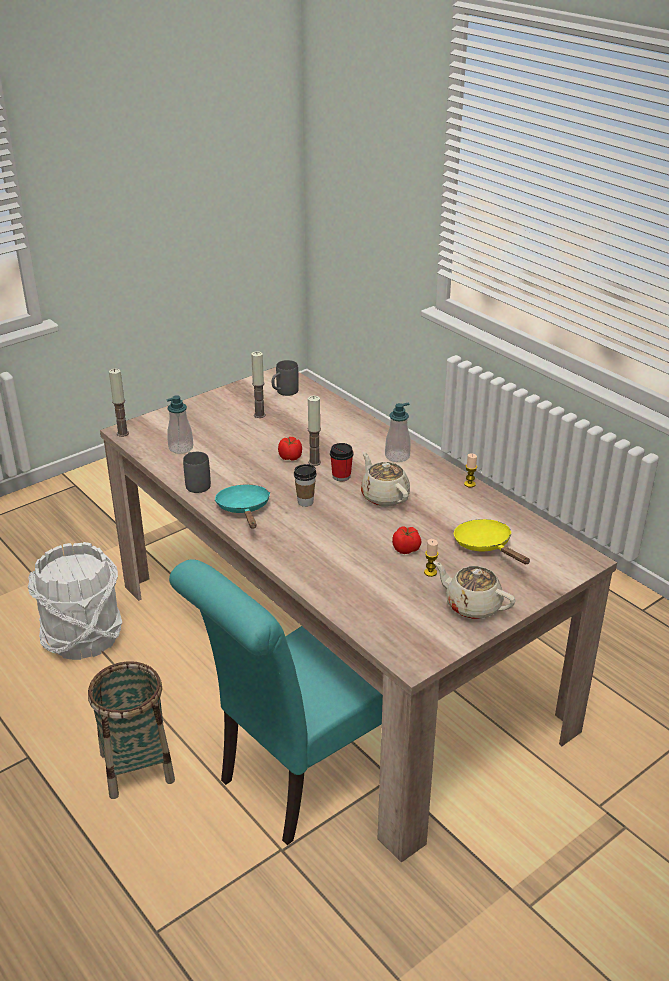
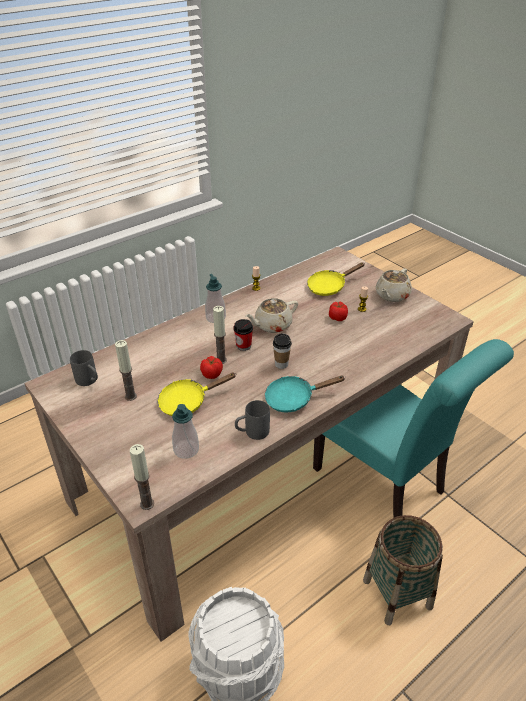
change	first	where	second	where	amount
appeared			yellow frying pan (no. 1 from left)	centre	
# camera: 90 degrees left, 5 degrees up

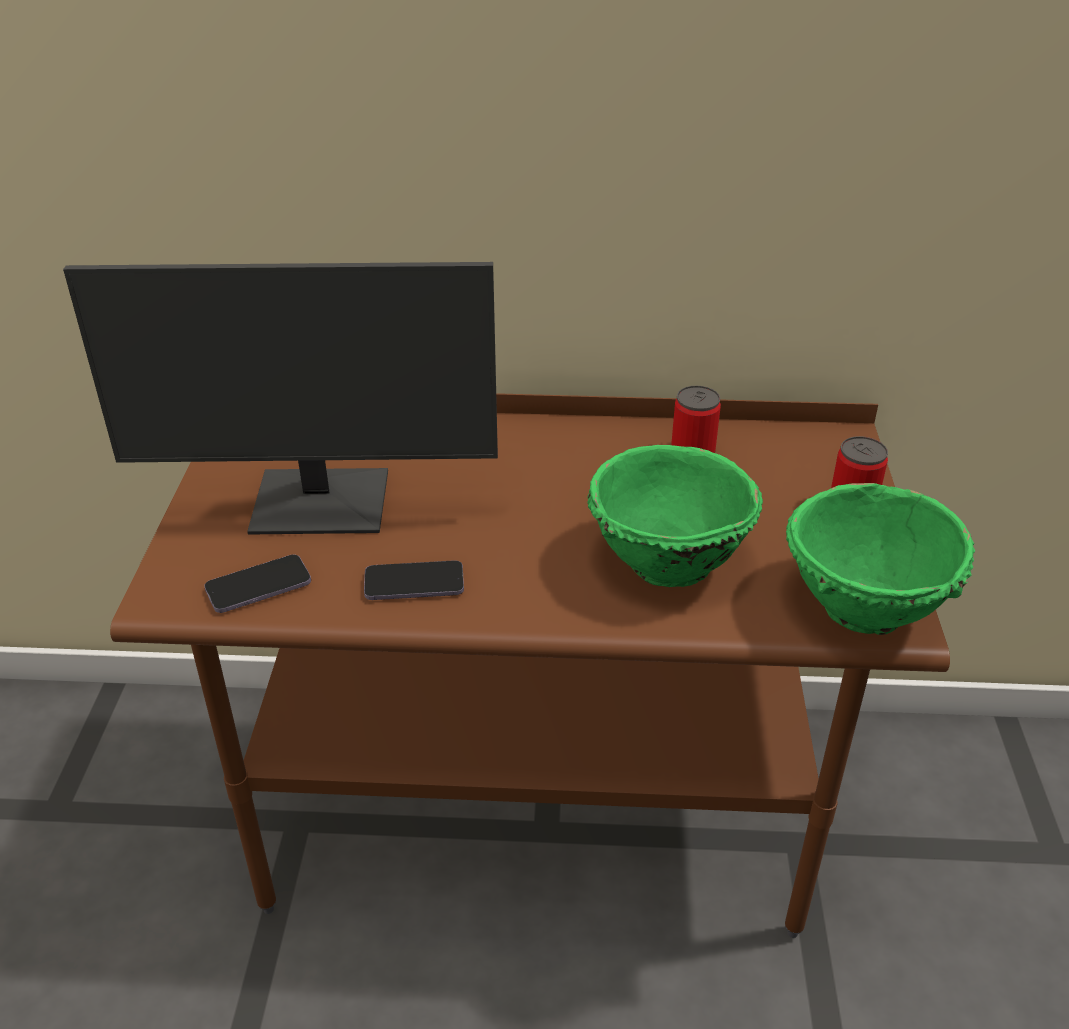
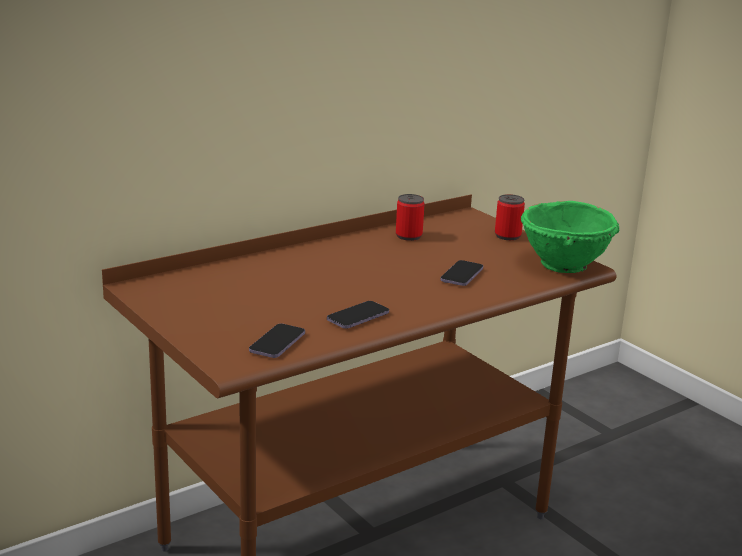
change	first	where	second	where	amount
missing	monitor	middle left			
exchanged	green bowl (no. 1 from left)	centre	phone (no. 3 from left)	centre	
# camera: 40 degrees left, 15 degrees down

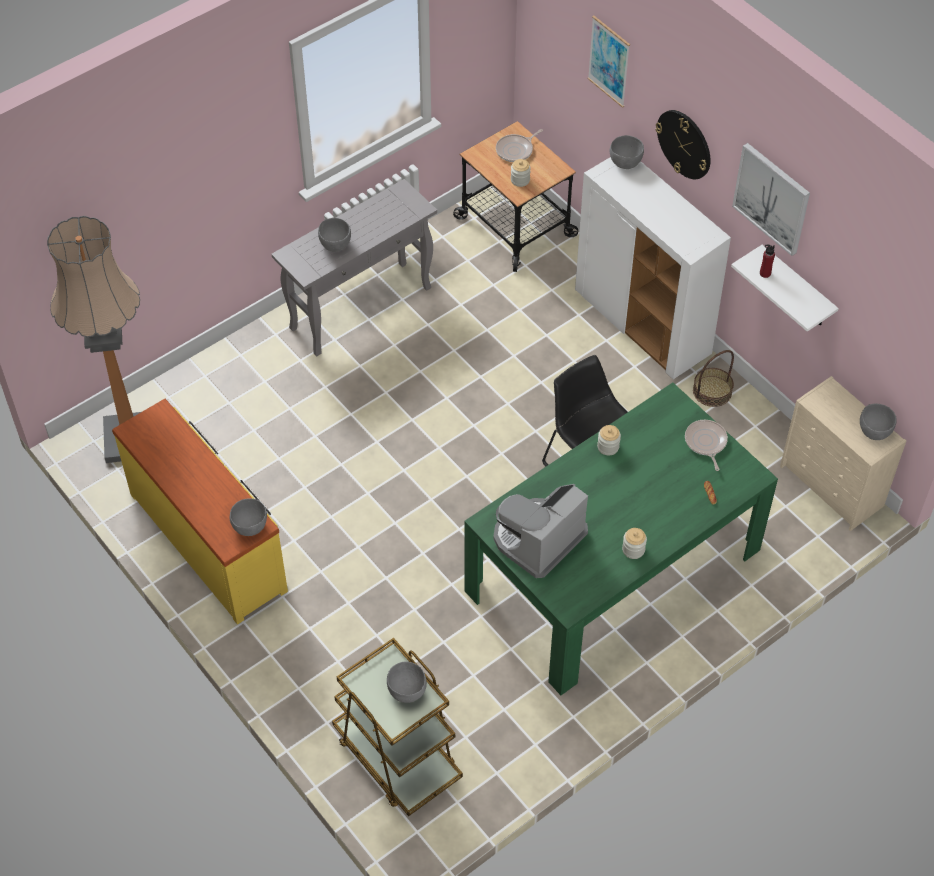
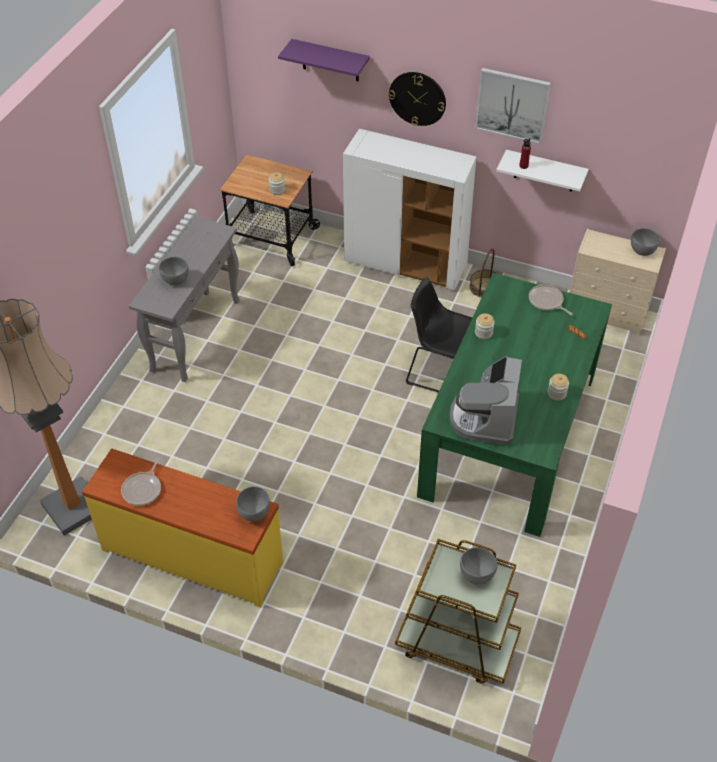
change	first	where	second	where	amount
relocated	frying pan (no. 1 from left)	top centre		middle left	
exchanged	picture (no. 1 from left)	top centre	purple shelf	top centre	
missing	grey bowl (no. 4 from left)	top right			
# camera: 30 degrees left, 5 degrees down

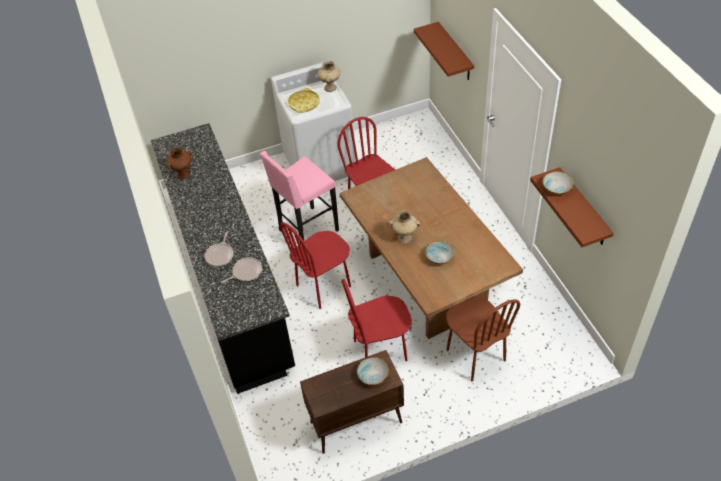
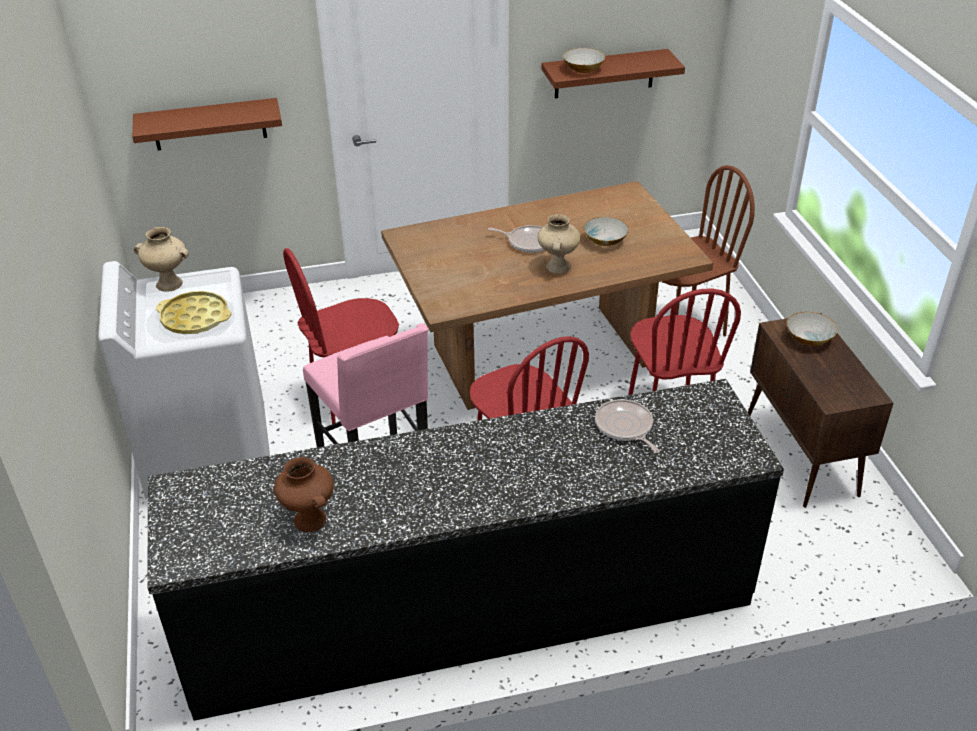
change	first	where	second	where	amount
relocated	frying pan (no. 1 from left)	middle left		top centre	
# camera: 85 degrees left, 10 degrees down

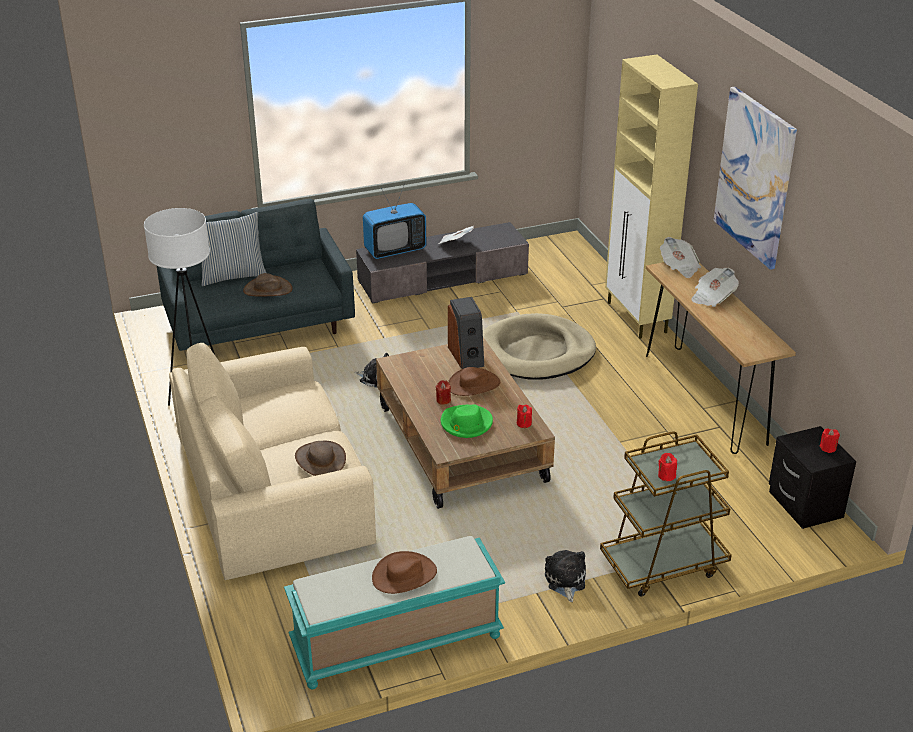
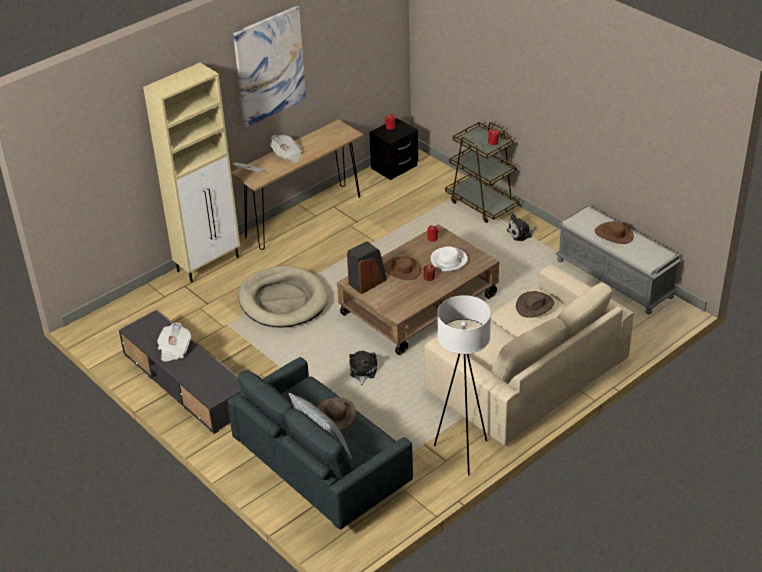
change	first	where	second	where	amount
colour	turquoise bench	bottom centre	grey bench	middle right	
missing	television	top centre			
colour	green hat	centre	white hat	centre	
# camera: 110 degrees left, 5 degrees up

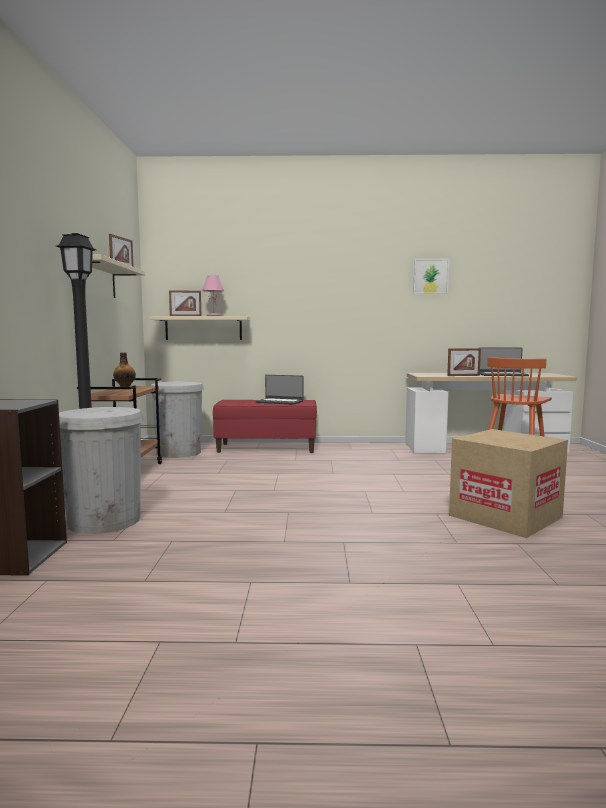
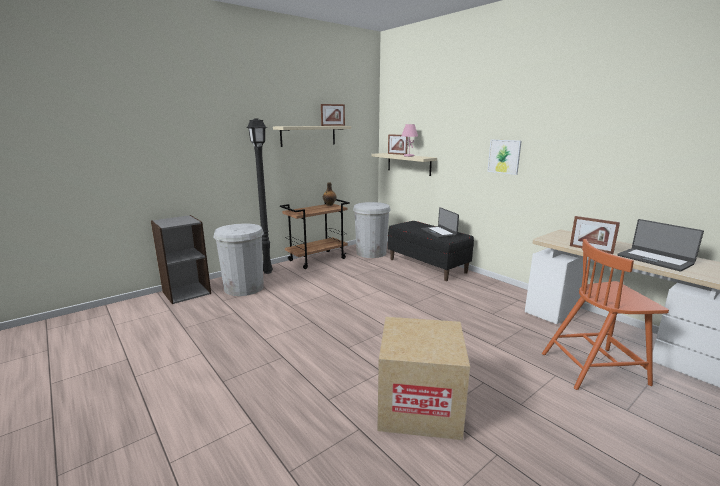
change	first	where	second	where	amount
colour	red bench	centre	black bench	centre	
relocated	picture	middle right		top right	
# camera: 50 degrees right, 10 degrees up

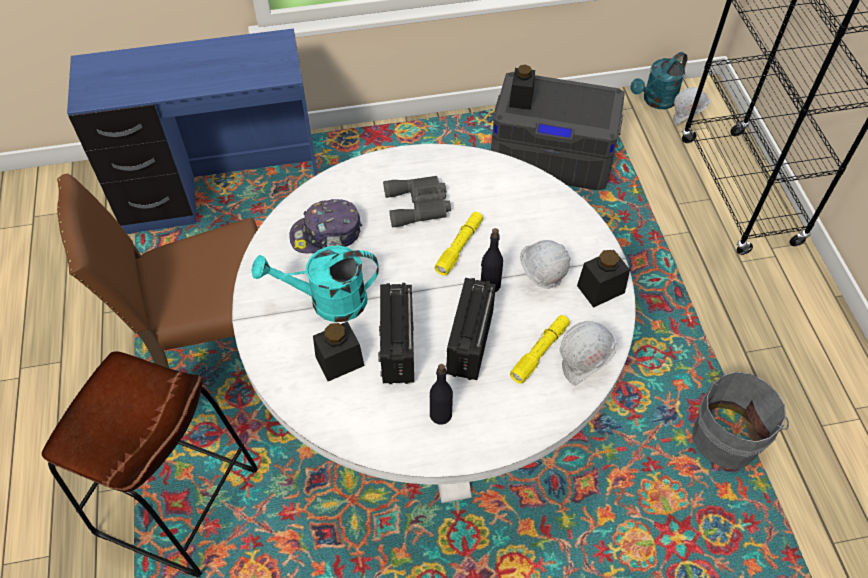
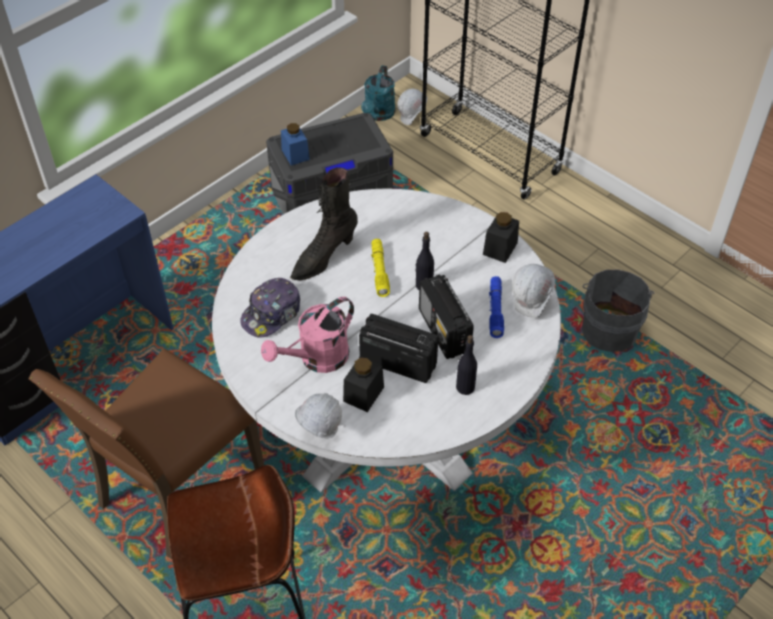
change	first	where	second	where	amount
colour	turquoise watering can (no. 1 from left)	centre	pink watering can	centre	
spun	radio (no. 1 from left)	centre		centre	150 degrees clockwise
exchanged	grey binoculars	centre	black boot	centre	
colour	black jar (no. 2 from left)	top centre	blue jar	top centre	
colour	yellow flashlight (no. 2 from left)	centre	blue flashlight	centre	
relocated	white hard hat (no. 1 from left)	centre		bottom centre	
# camera: 35 degrees left, 5 degrees down

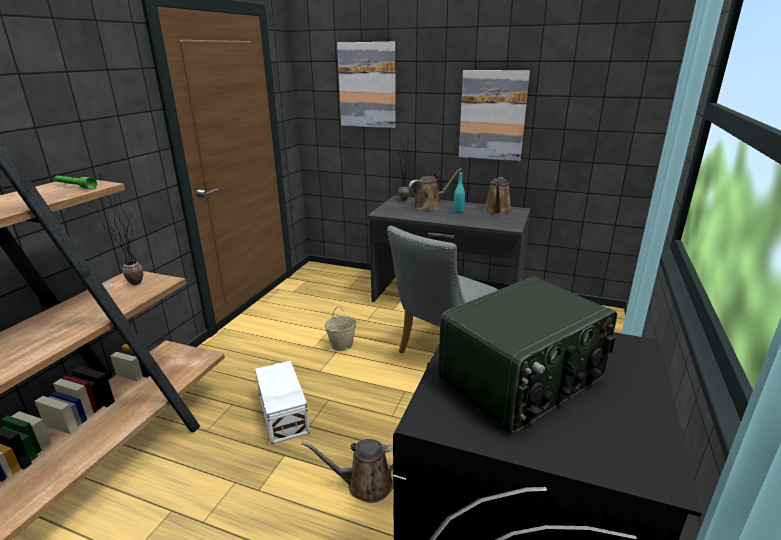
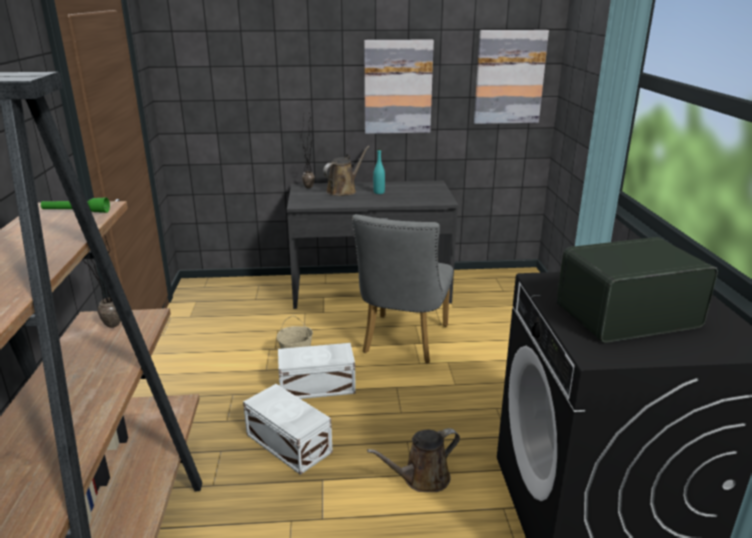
change	first	where	second	where	amount
relocated	picture (no. 1 from left in the first image)	top centre	picture (no. 2 from left)	top right	
spun	radio	middle right		middle right	135 degrees counterclockwise
missing	brown watering can (no. 3 from left)	centre			
appeared			white storage box (no. 2 from left)	bottom centre	
# camera: 25 degrees left, 0 degrees up

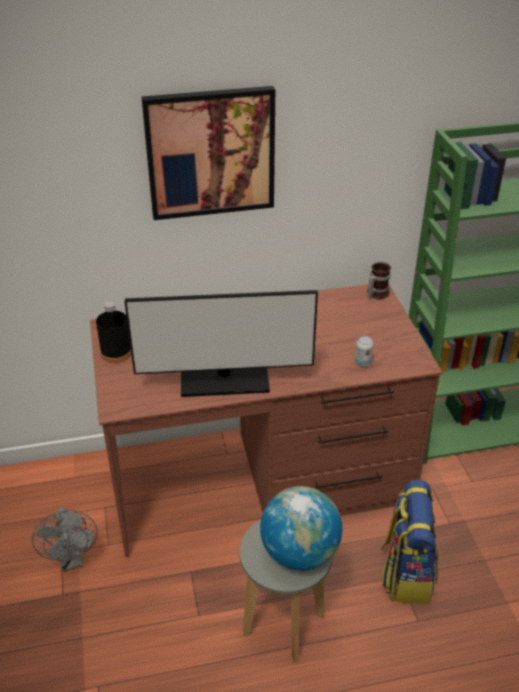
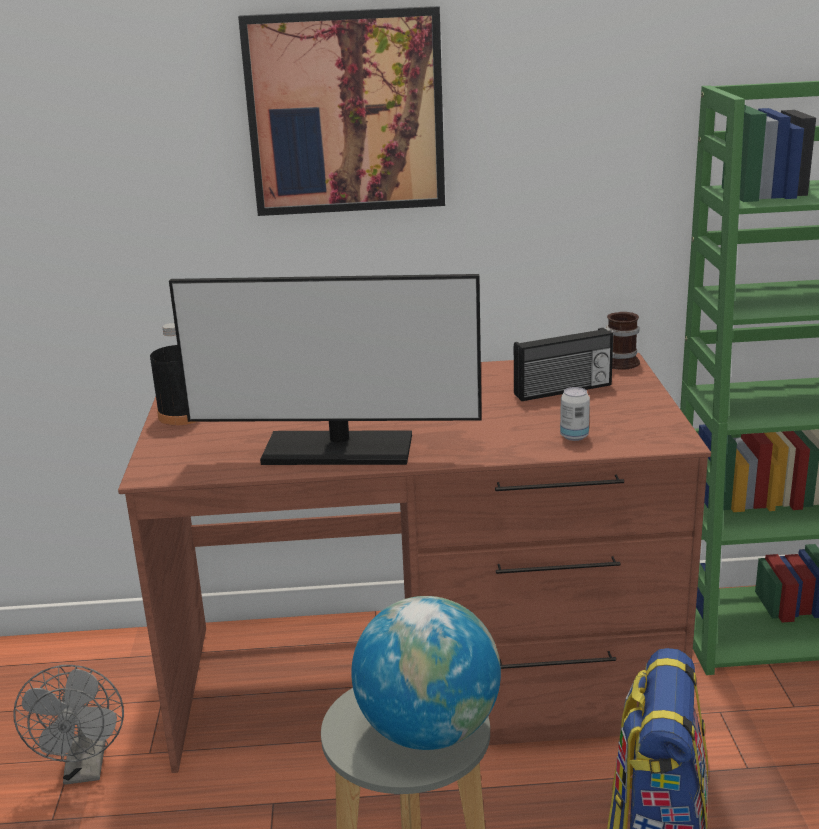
change	first	where	second	where	amount
appeared			radio	middle right	
# camera: 10 degrees right, 15 degrees down

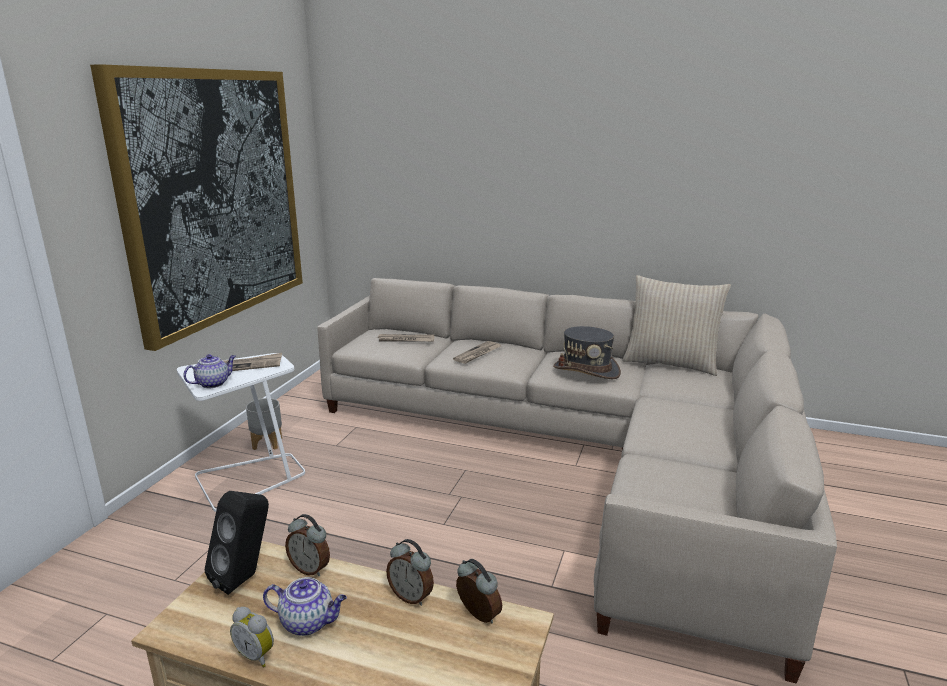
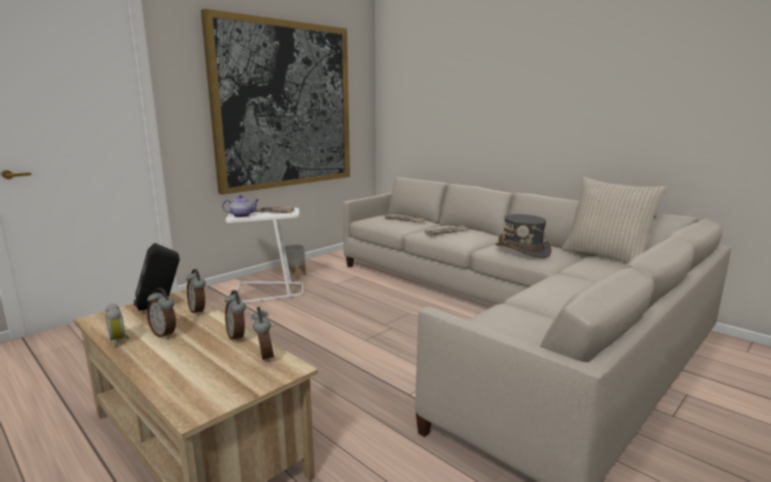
change	first	where	second	where	amount
exchanged	teapot (no. 2 from left)	bottom left	alarm clock (no. 2 from left)	middle left	
# camera: 25 degrees right, 5 degrees down

